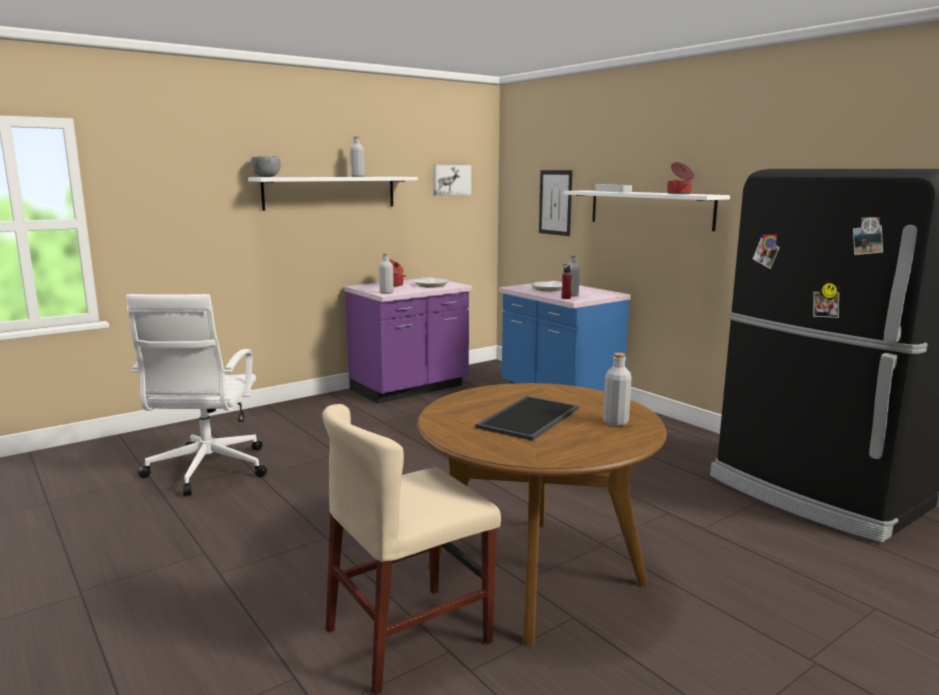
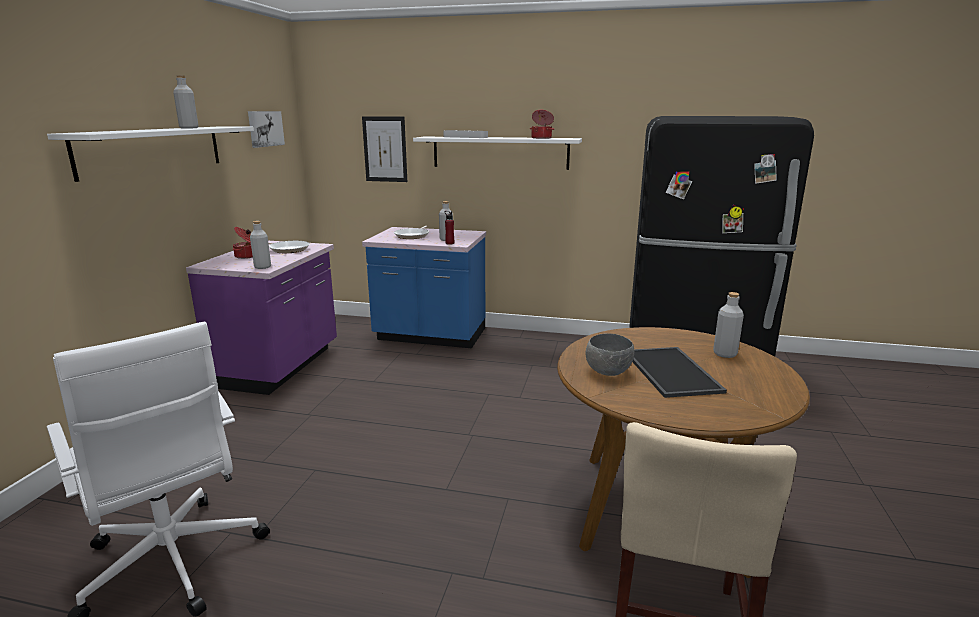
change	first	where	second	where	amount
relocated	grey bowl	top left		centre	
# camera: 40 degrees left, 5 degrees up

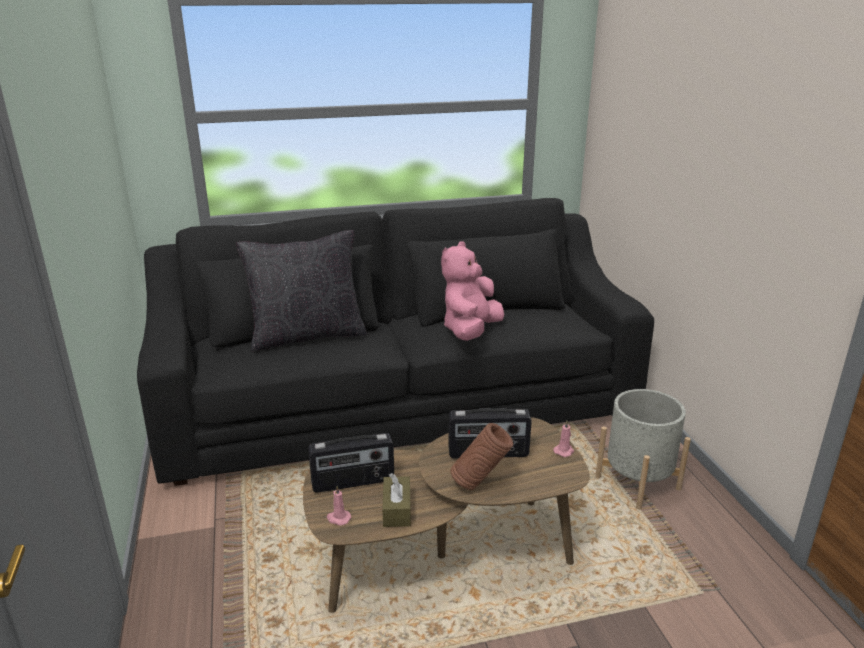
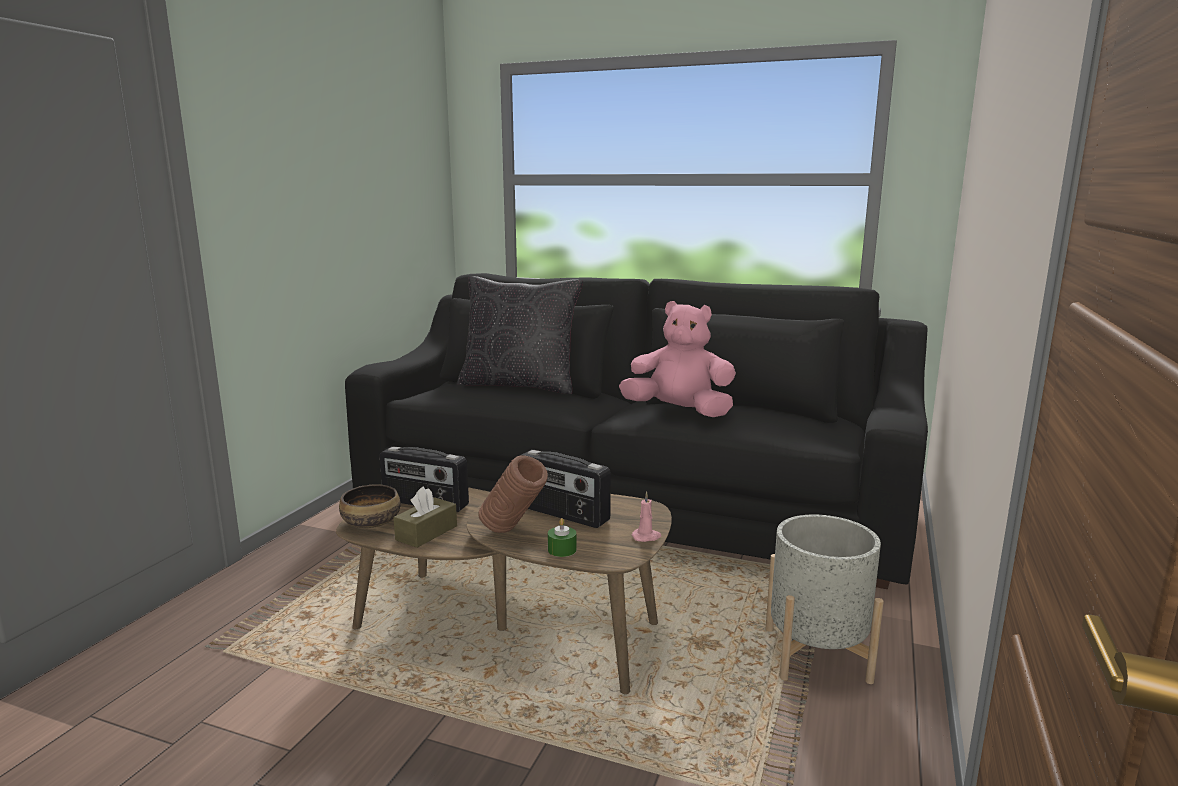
change	first	where	second	where	amount
exchanged	pink candle (no. 1 from left)	bottom centre	bowl	middle left	
spun	pink plush toy	centre		centre	45 degrees clockwise
appeared			green candle	bottom centre	
# camera: 35 degrees right, 10 degrees down

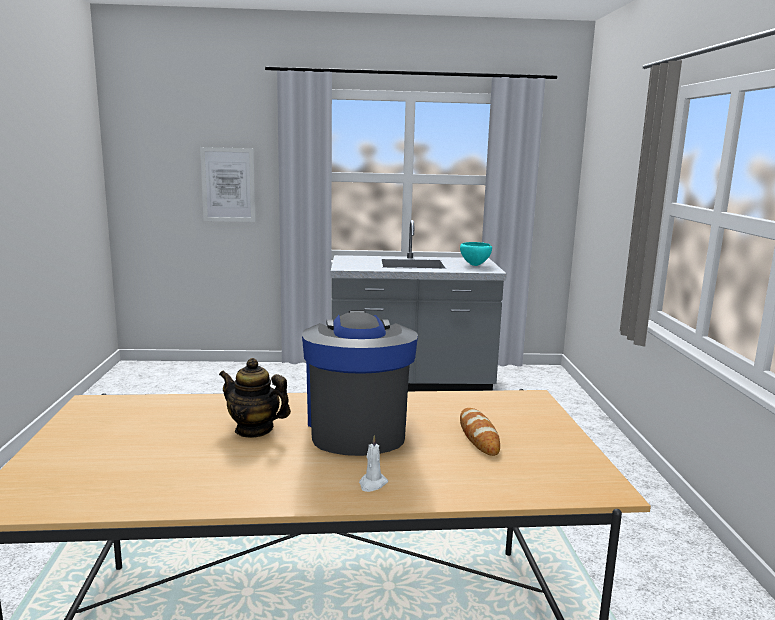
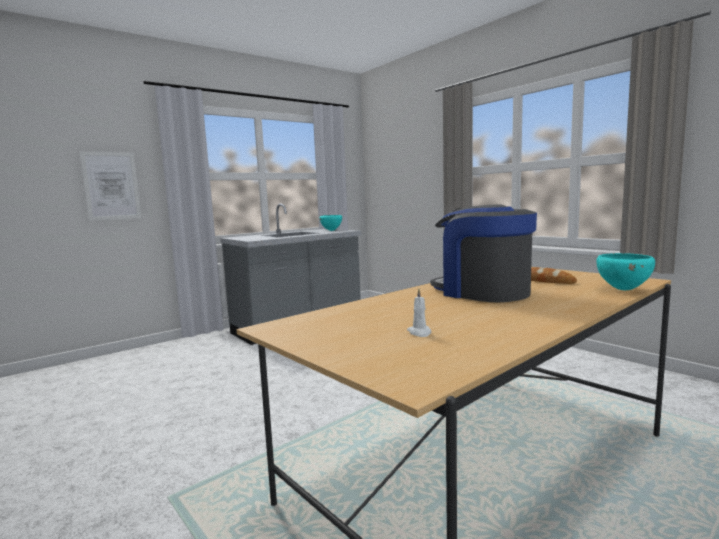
change	first	where	second	where	amount
missing	teapot	middle left			
relocated	white candle	bottom centre		centre	
appeared			turquoise bowl (no. 2 from left)	middle right	
# camera: 35 degrees left, 5 degrees down

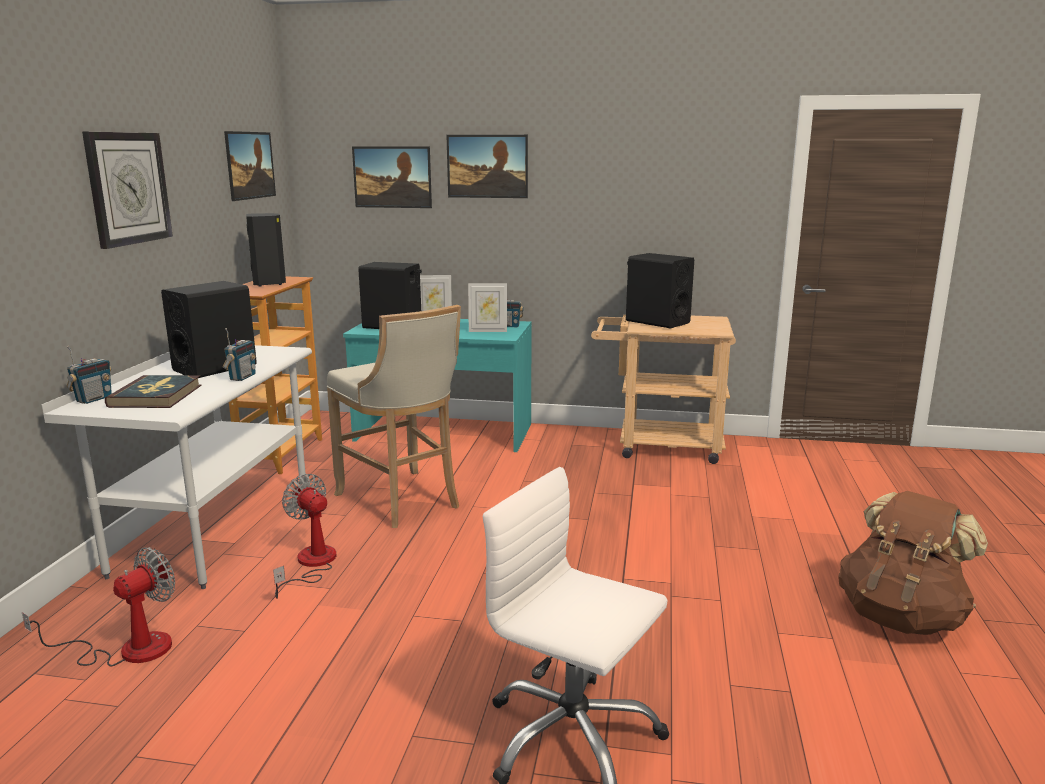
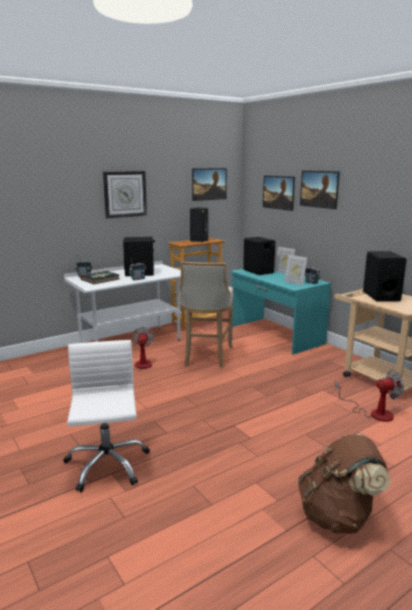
change	first	where	second	where	amount
relocated	fan (no. 1 from left in the first image)	bottom left	fan (no. 2 from left)	middle right	
# camera: 45 degrees right, 0 degrees up

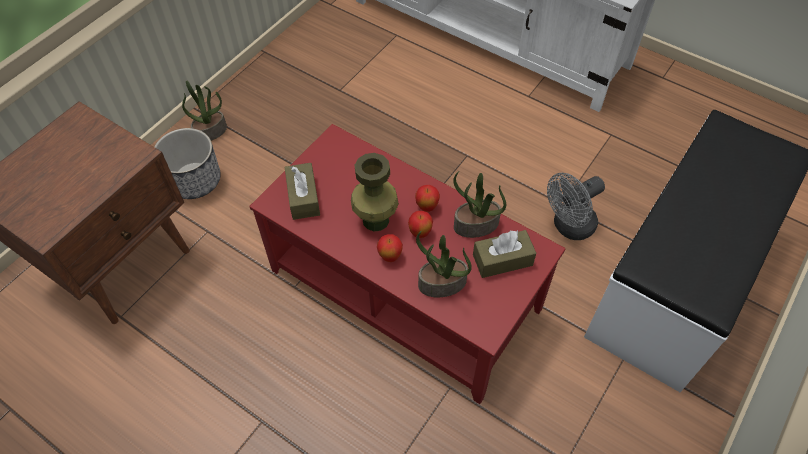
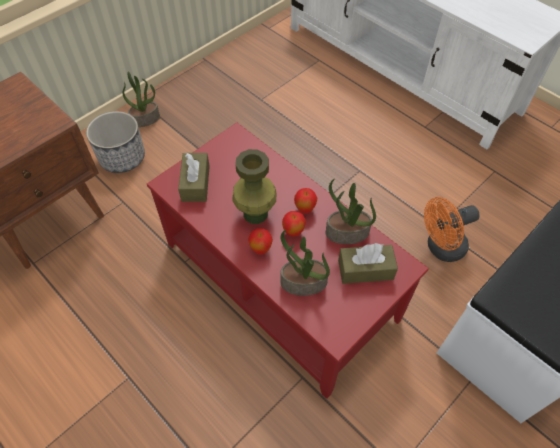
change	first	where	second	where	amount
colour	grey fan	middle right	orange fan	middle right	
# camera: 10 degrees right, 0 degrees up

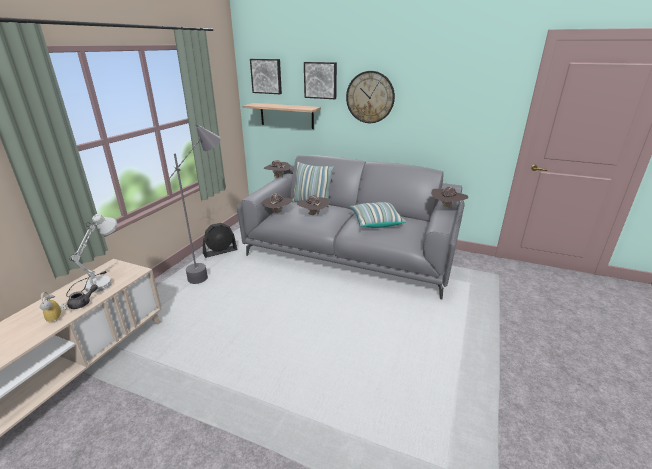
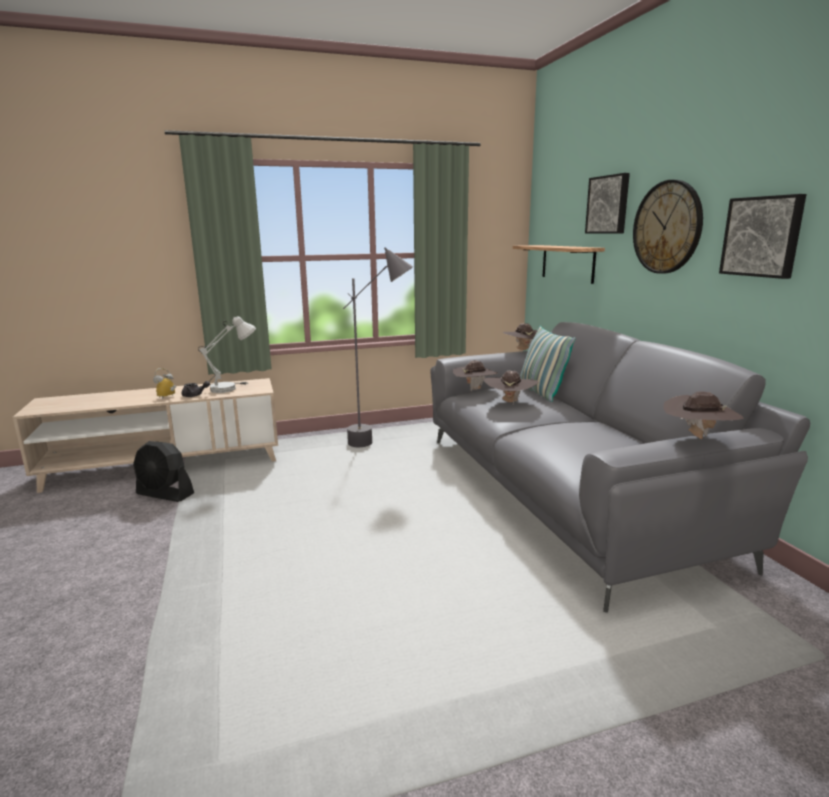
change	first	where	second	where	amount
relocated	black fan	centre		middle left	
relocated	picture (no. 1 from left in the first image)	top centre	picture (no. 2 from left)	top right	
missing	pillow (no. 2 from left)	centre			
# camera: 50 degrees right, 10 degrees down

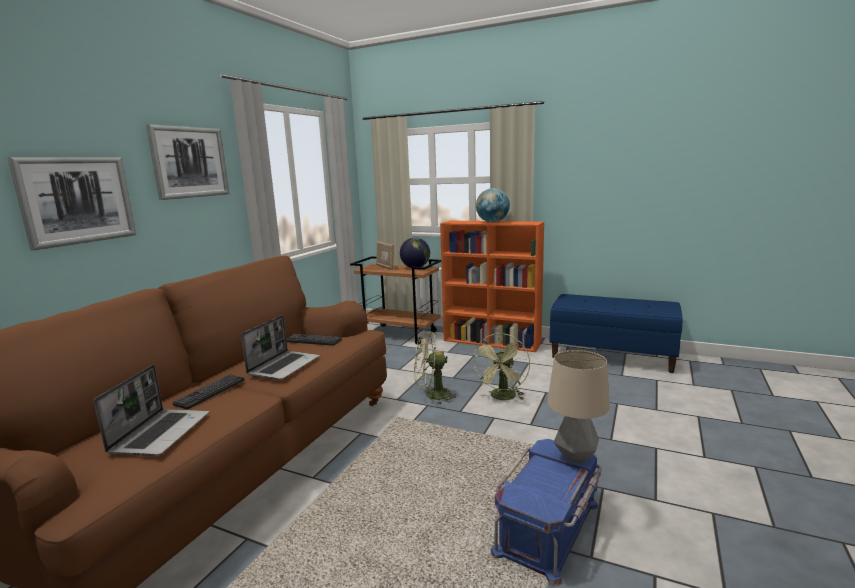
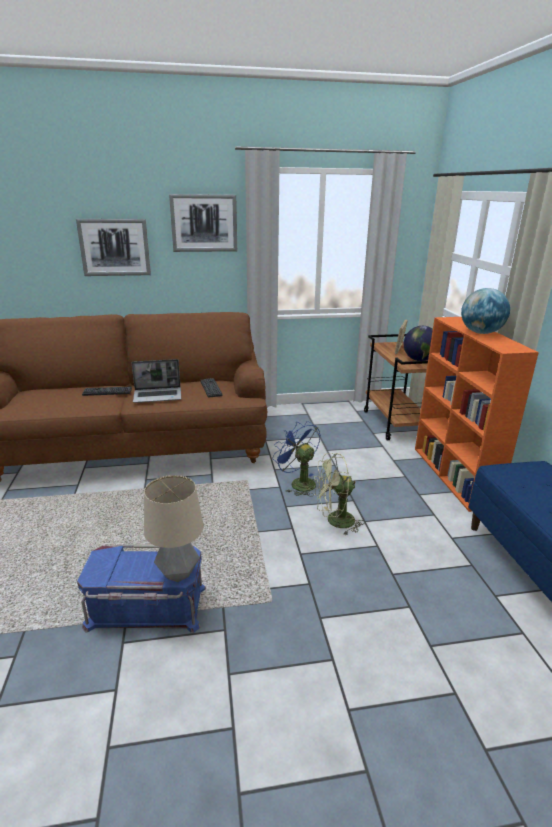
change	first	where	second	where	amount
missing	laptop (no. 1 from left)	bottom left			
colour	green fan (no. 1 from left)	centre	blue fan	centre	
# camera: 55 degrees right, 10 degrees up

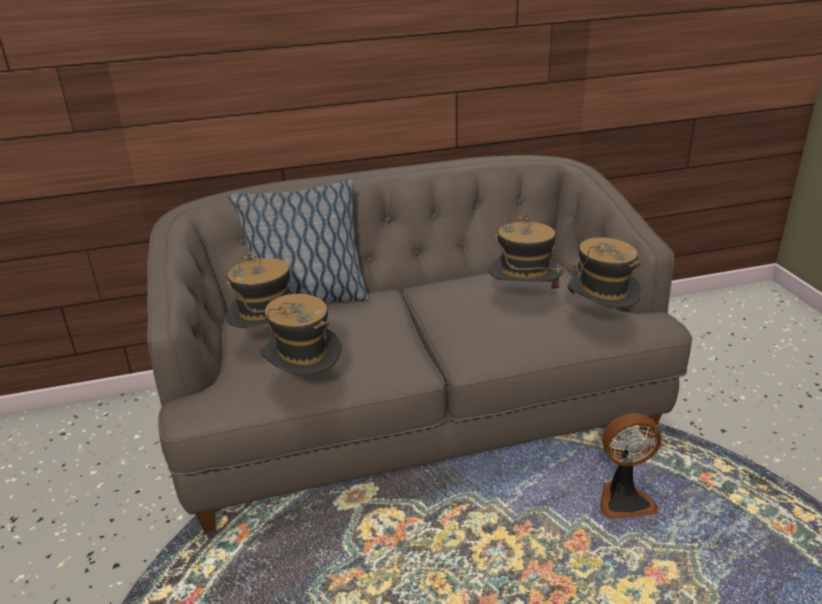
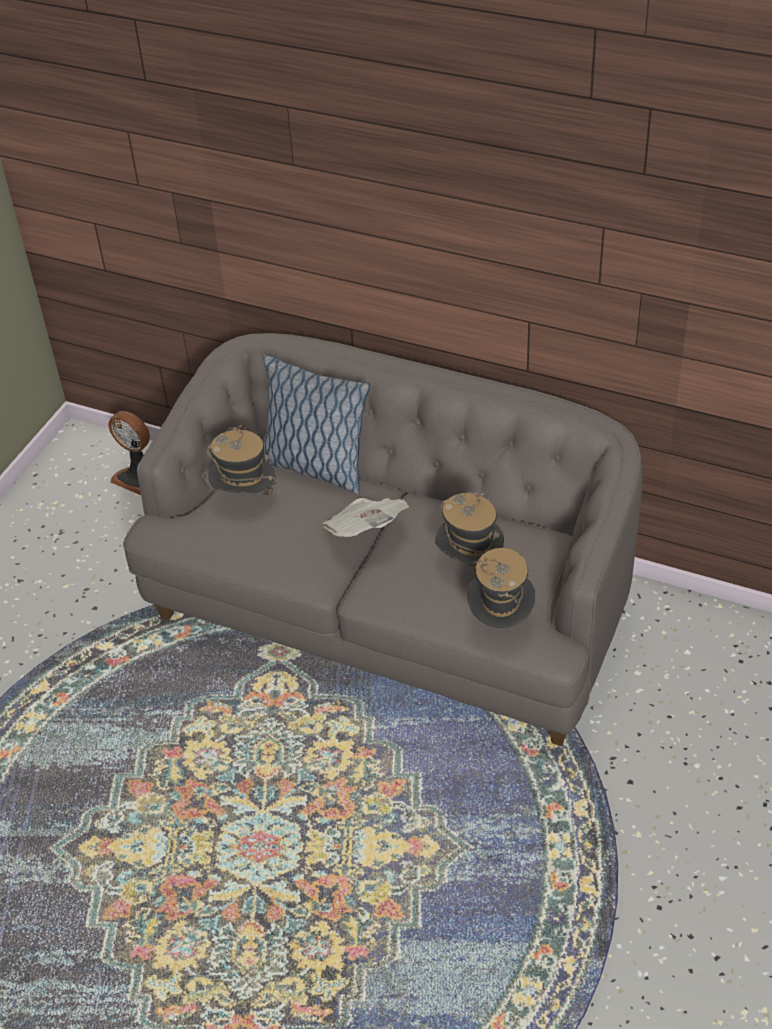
change	first	where	second	where	amount
missing	hat (no. 2 from left)	centre			
relocated	fan	bottom right		middle left	
appeared			newspaper	centre	
# camera: 40 degrees right, 15 degrees up

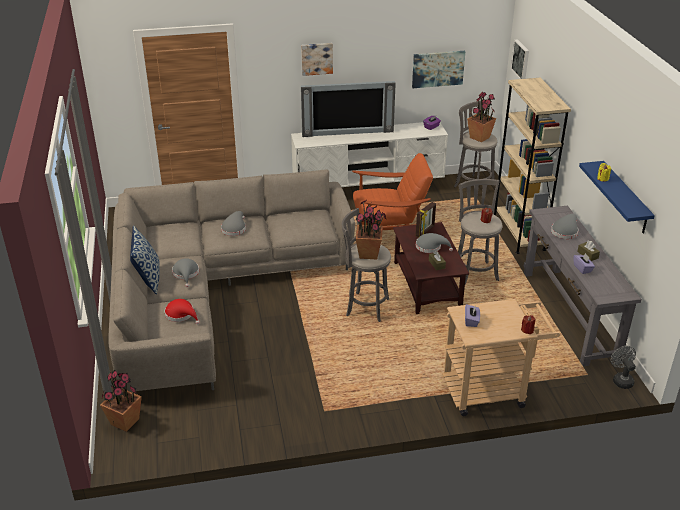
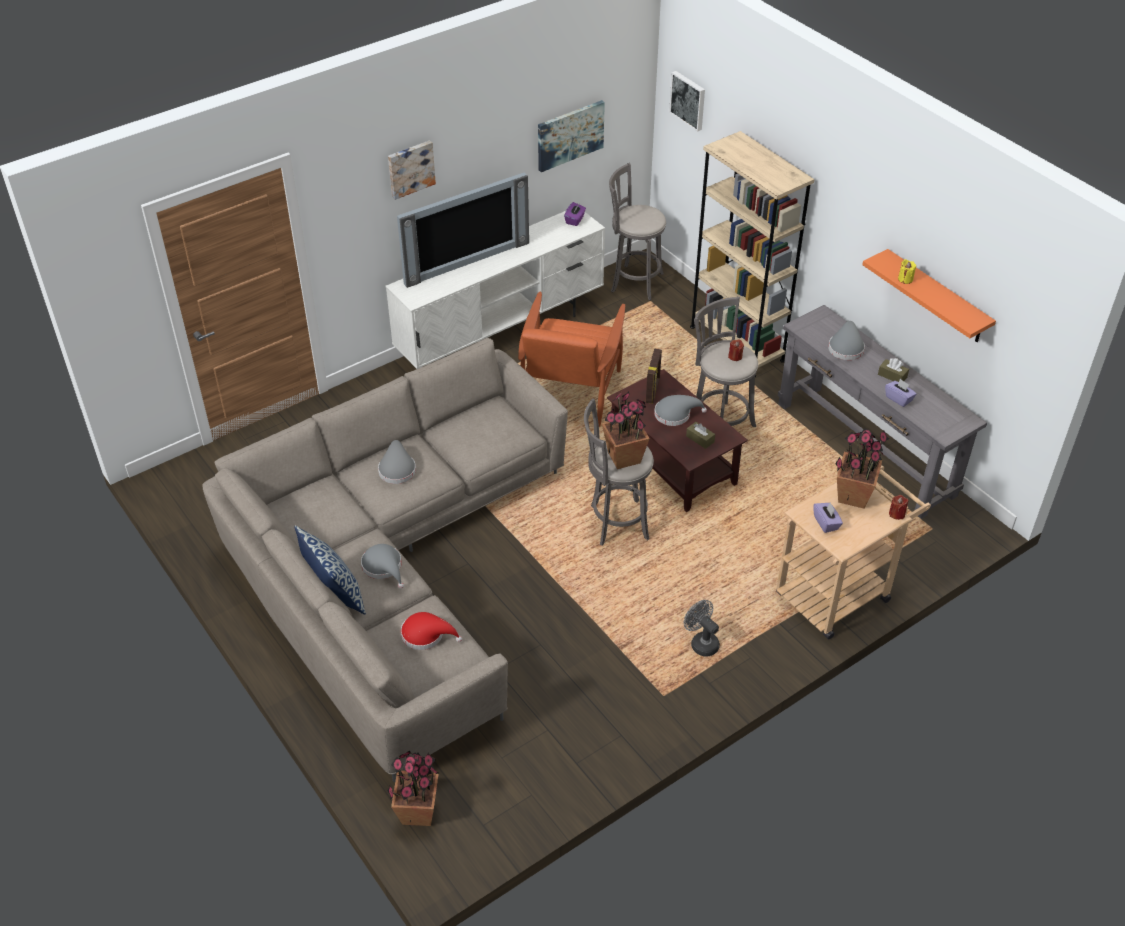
change	first	where	second	where	amount
spun	orange armchair	centre		centre	135 degrees clockwise
relocated	potted plant (no. 3 from left)	top right		middle right	
colour	blue shelf	middle right	orange shelf	top right	
relocated	grey fan	bottom right		bottom centre	
# camera: 25 degrees left, 10 degrees up

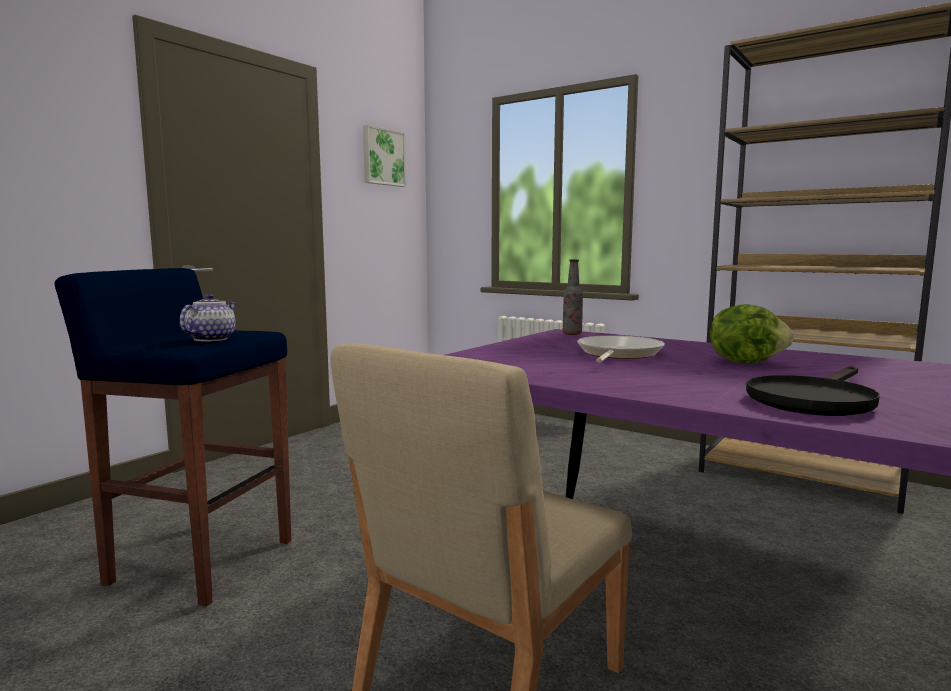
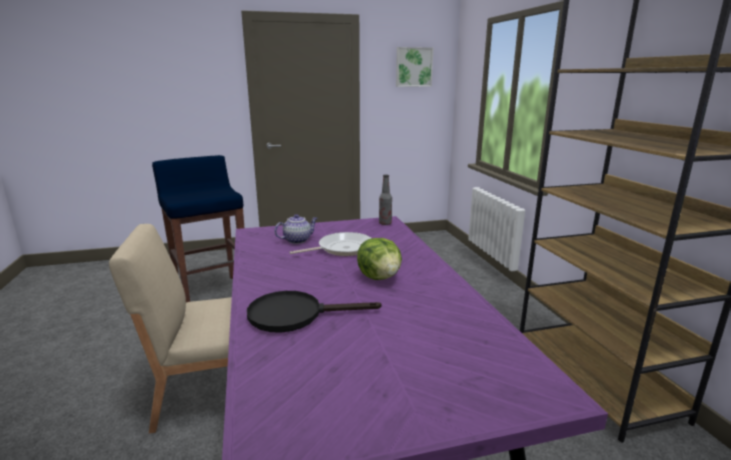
change	first	where	second	where	amount
relocated	teapot	middle left		centre	
# camera: 40 degrees right, 10 degrees up

